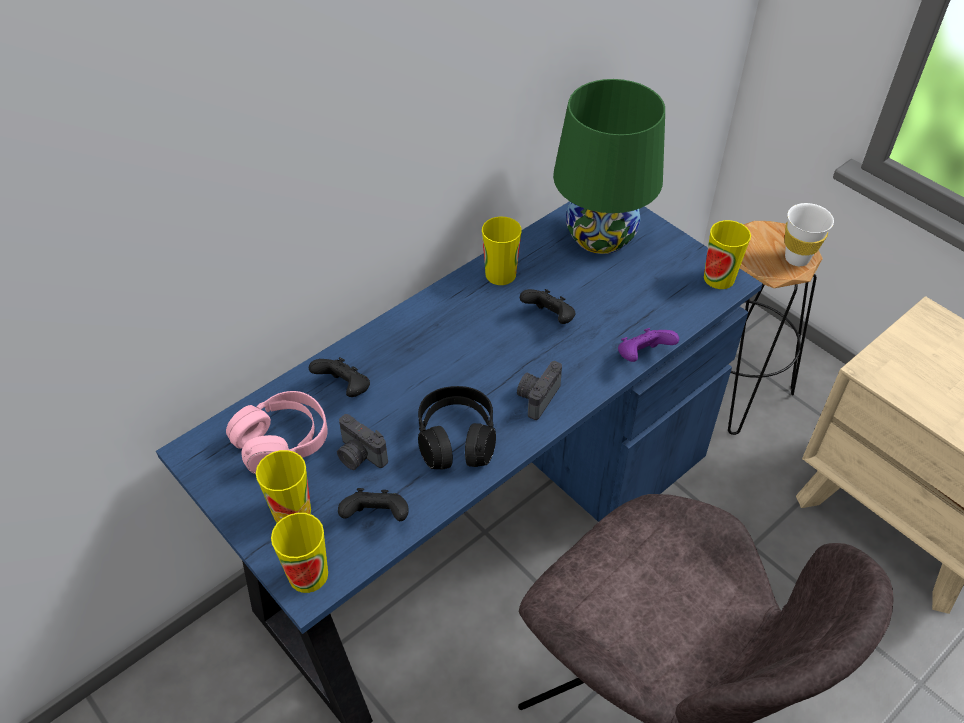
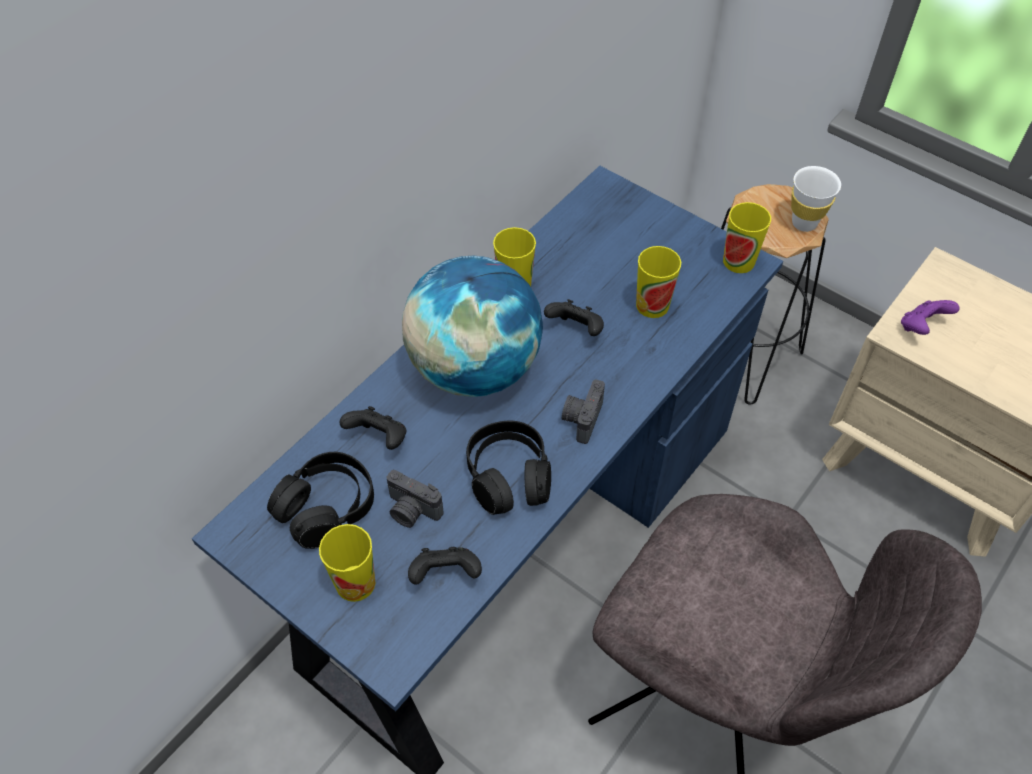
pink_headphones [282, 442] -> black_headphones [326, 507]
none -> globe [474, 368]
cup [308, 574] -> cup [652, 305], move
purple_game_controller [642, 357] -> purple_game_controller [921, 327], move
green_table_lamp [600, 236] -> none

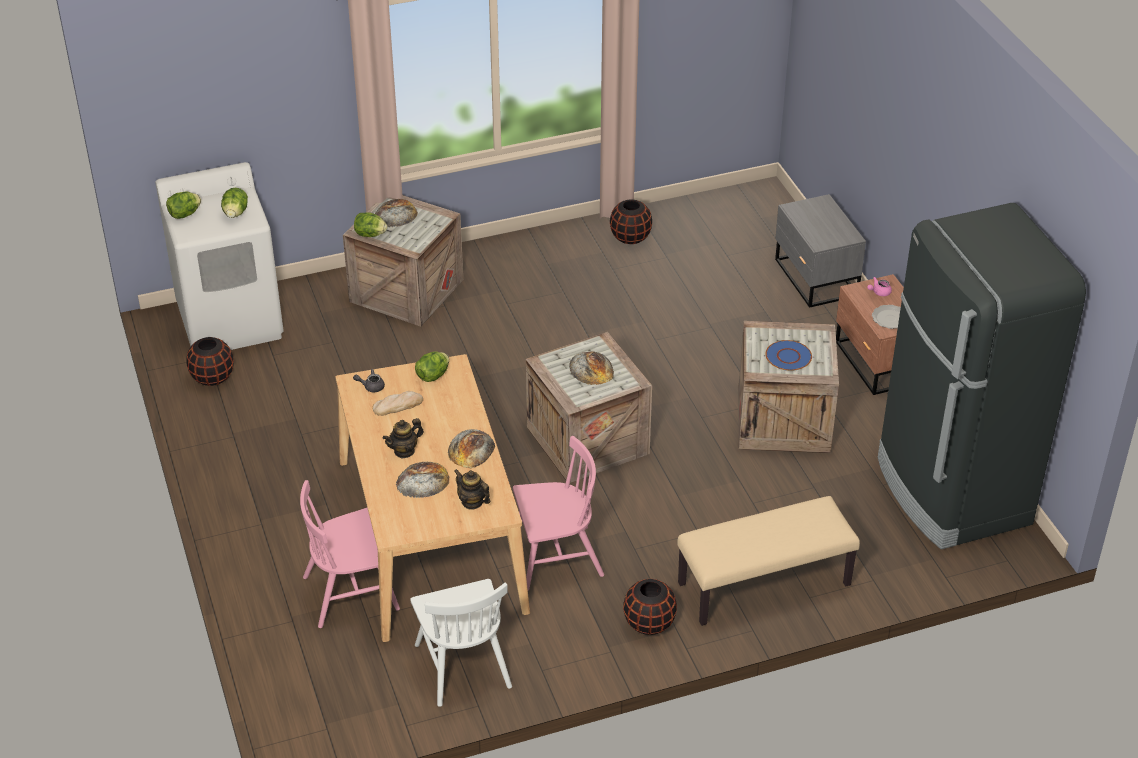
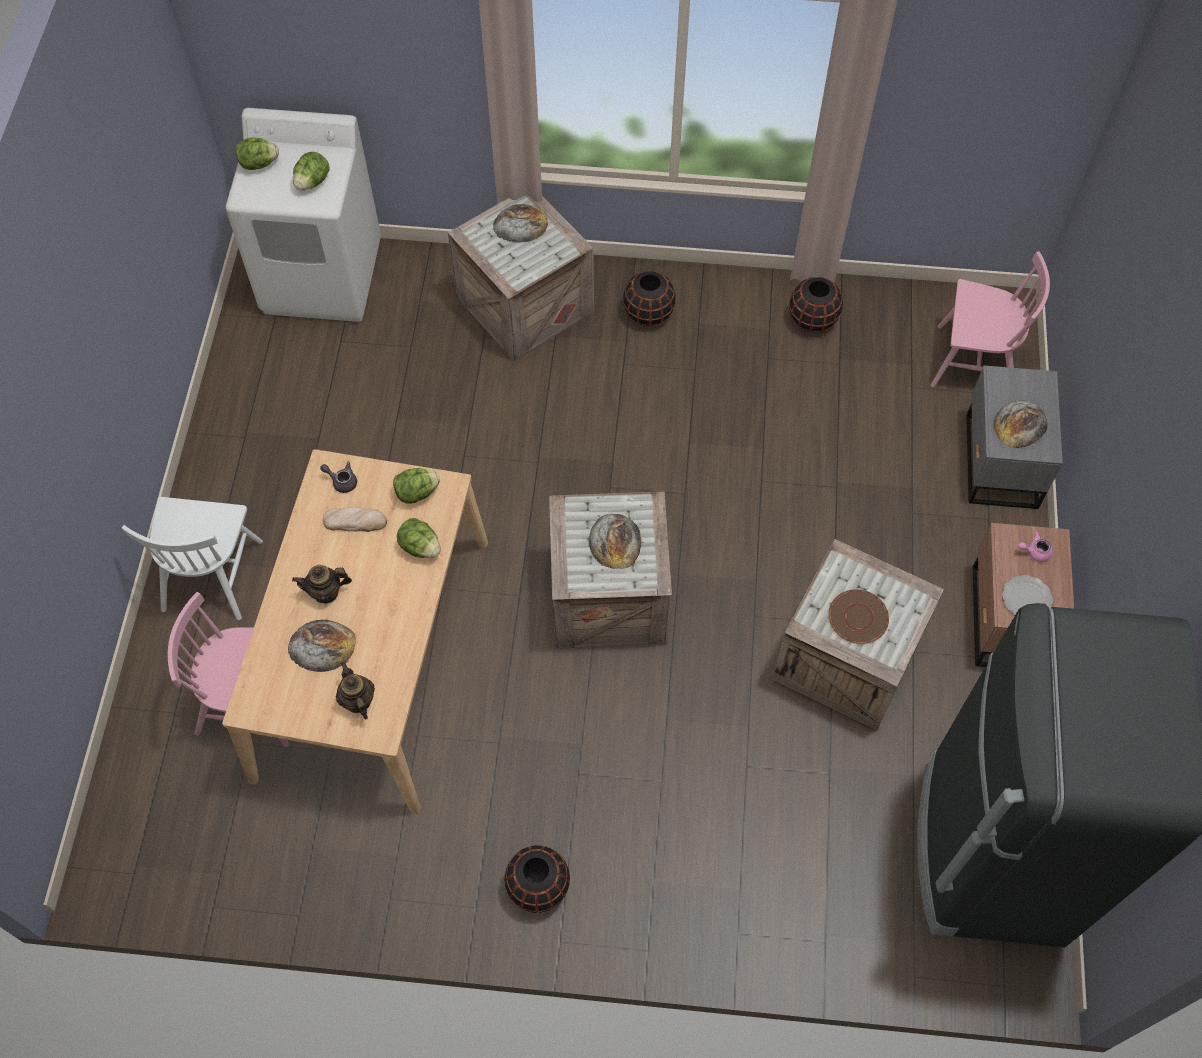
white_chair [463, 665] -> white_chair [212, 574], move
lettuce [370, 234] -> lettuce [420, 547], move
black_vase [212, 377] -> black_vase [648, 313], move
blue_plate [788, 356] -> brown_plate [858, 617]
pink_chair [555, 558] -> pink_chair [974, 362], move
bread [471, 449] -> bread [1020, 424], move
beige_bench [764, 585] -> none

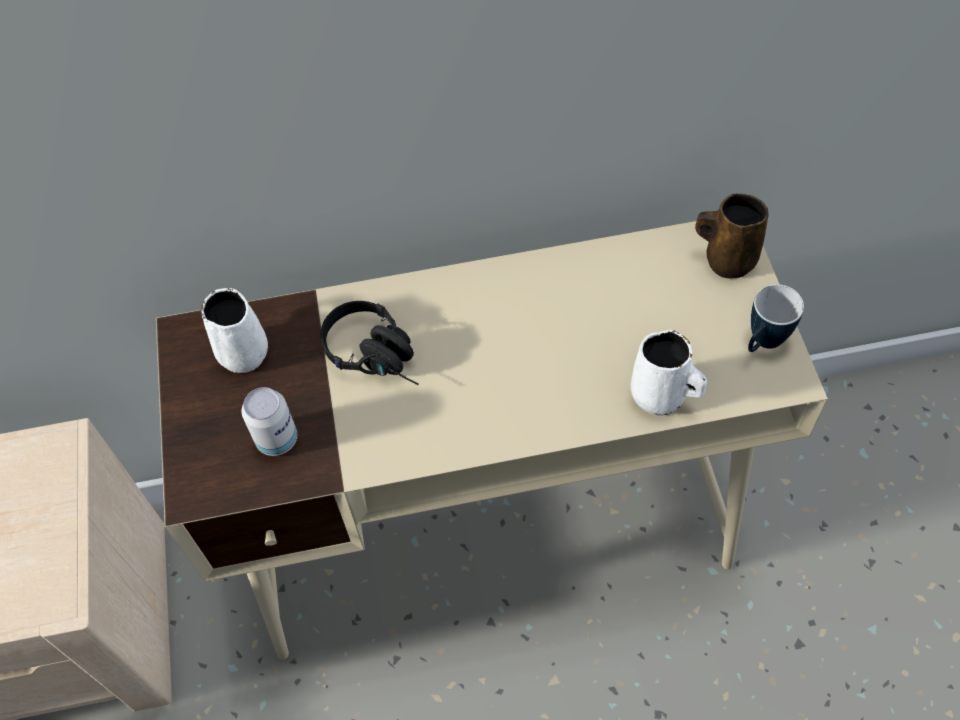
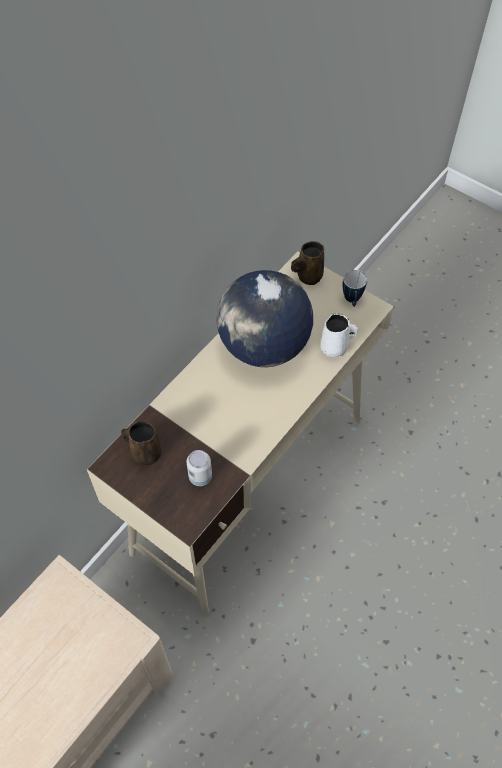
white_mug [243, 351] -> brown_mug [145, 453]
none -> globe [263, 346]
black_headphones [379, 356] -> none

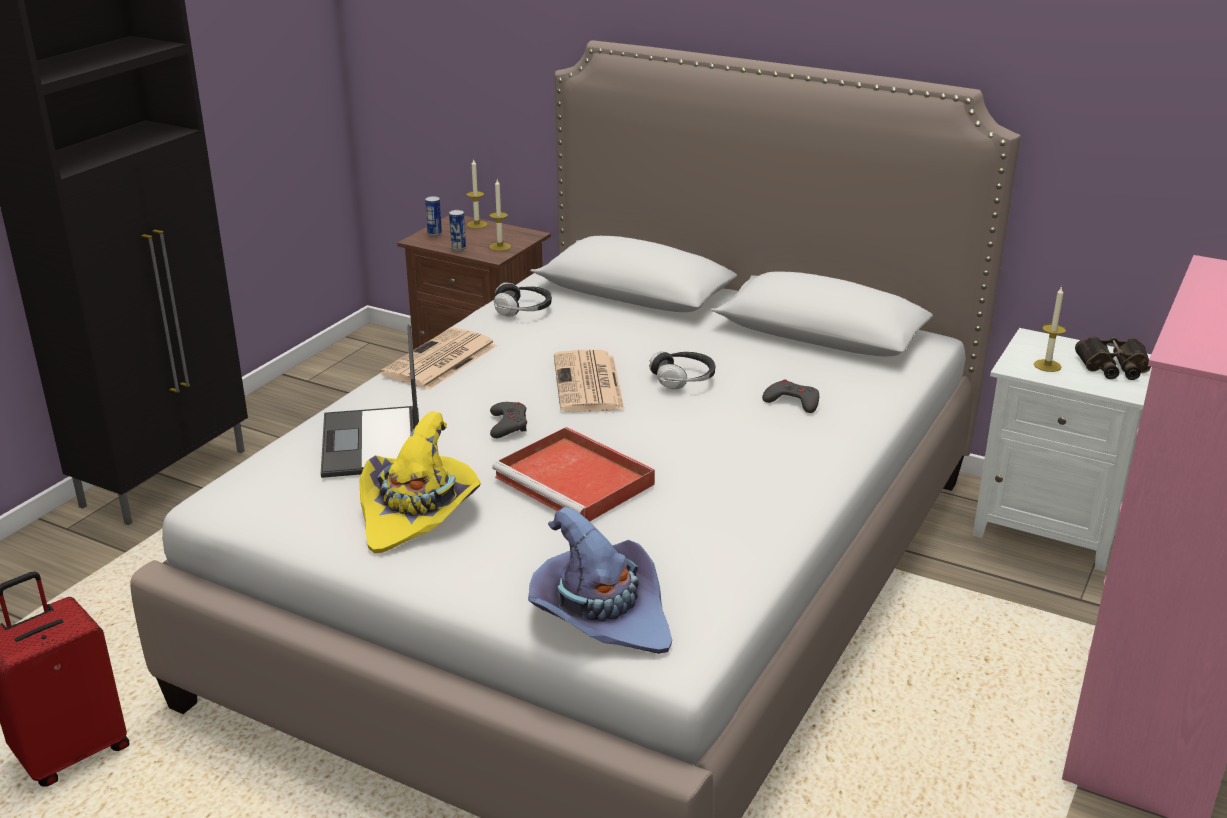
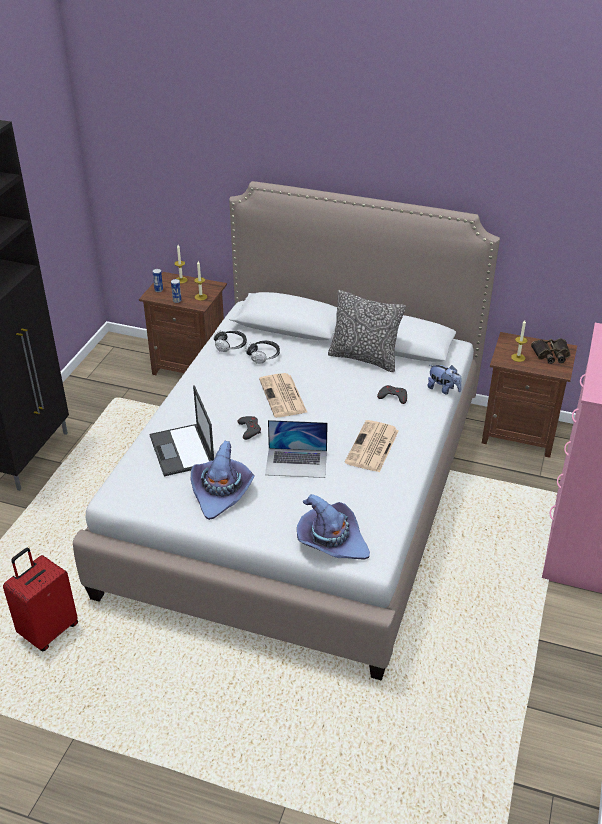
yellow_hat [418, 512] -> purple_hat [222, 492]
headphones [683, 379] -> headphones [263, 356], move
red_tray [577, 481] -> laptop [296, 462]
none -> pillow [364, 358]
newspaper [439, 361] -> newspaper [372, 447], move
none -> plush_toy [443, 389]
white_nightstand [1049, 527] -> brown_nightstand [519, 433]

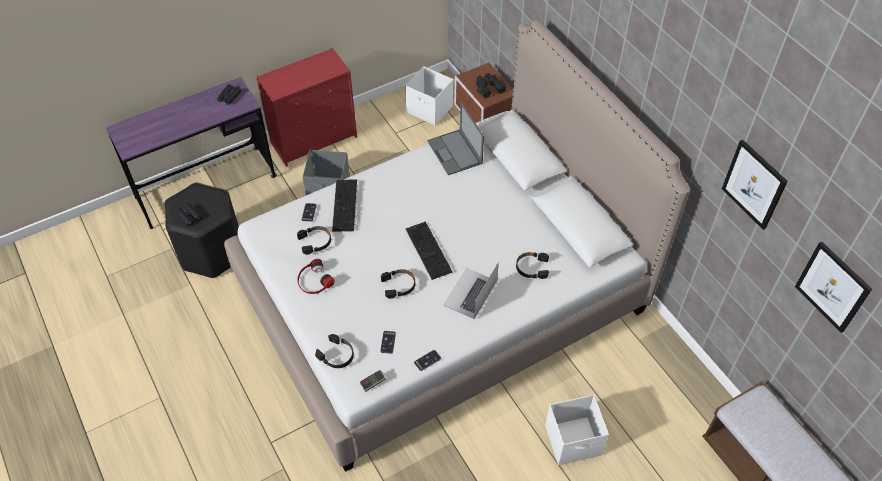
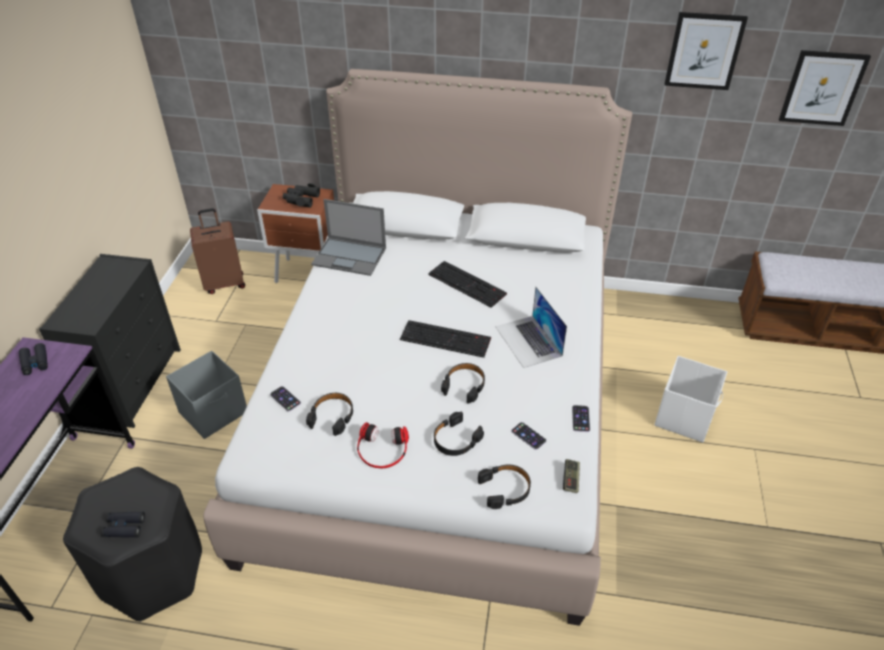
red_dresser [315, 139] -> black_dresser [135, 382]
white_storage_box [430, 110] -> brown_suitcase [224, 283]
keyboard [346, 206] -> keyboard [468, 284], move
black_headphones [532, 268] -> black_headphones [456, 440], move

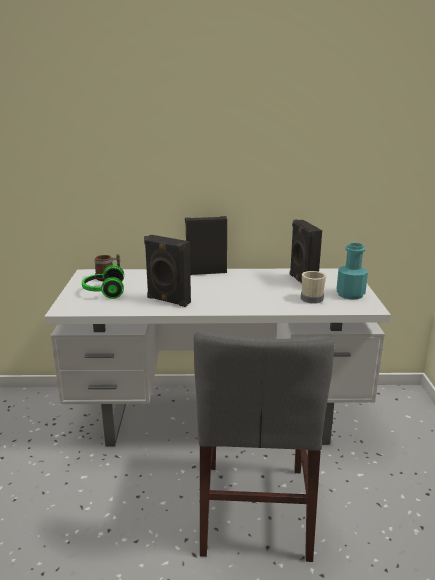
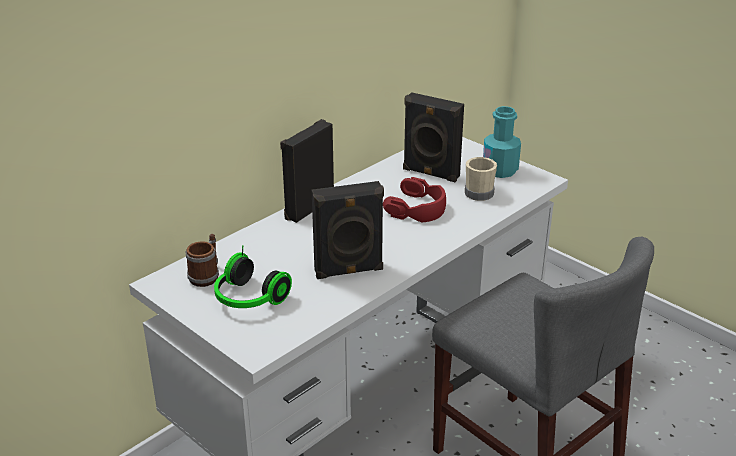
none -> red_headphones [417, 208]

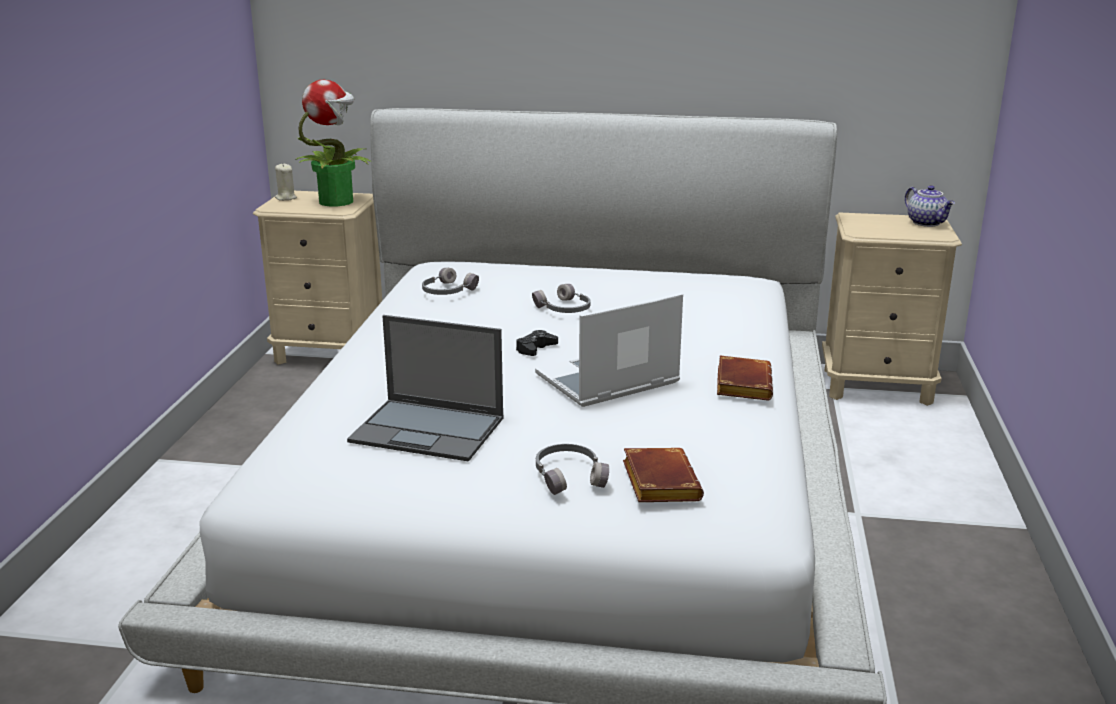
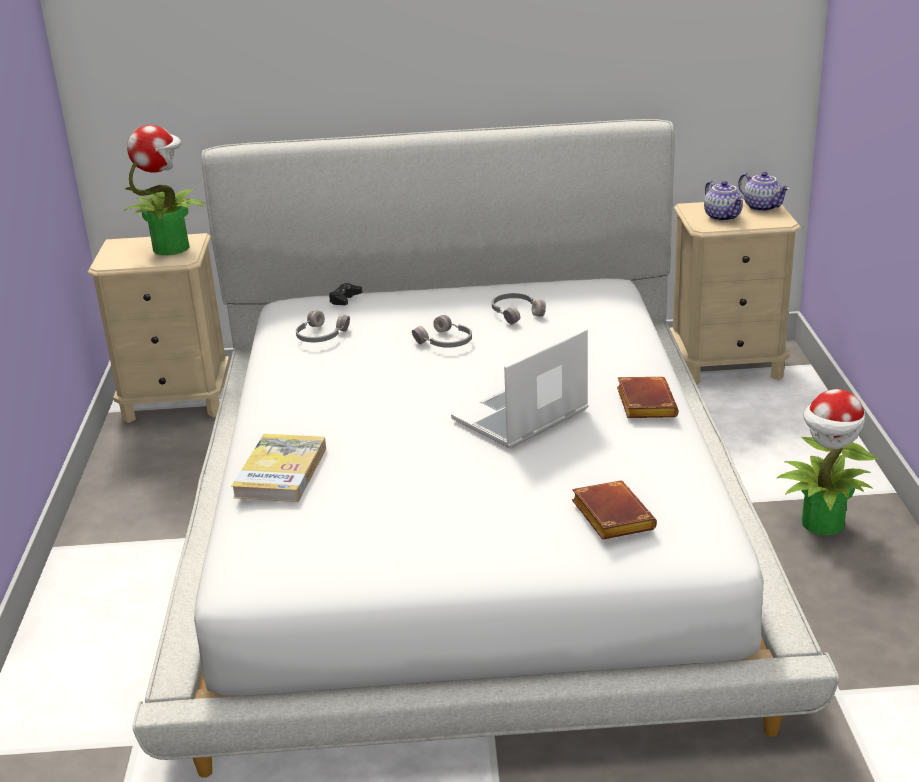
none -> book [281, 472]
black_game_controller [535, 349] -> black_game_controller [345, 299], move
grey_headphones [569, 476] -> grey_headphones [516, 313], move
none -> teapot [723, 217]
none -> potted_plant [822, 524]
beige_candle [286, 198] -> none
laptop [429, 430] -> none

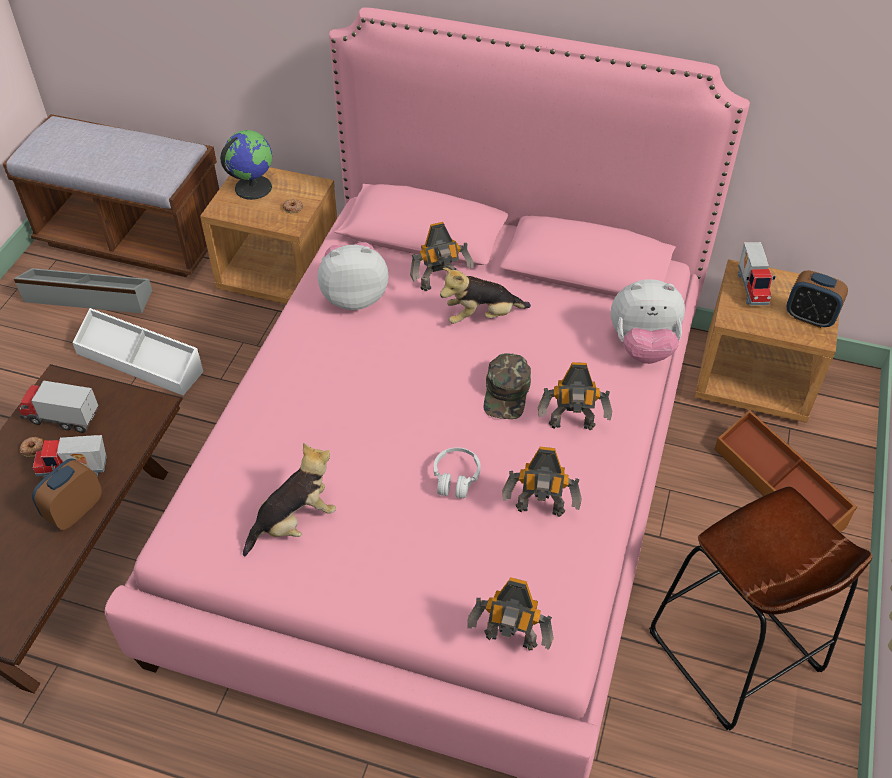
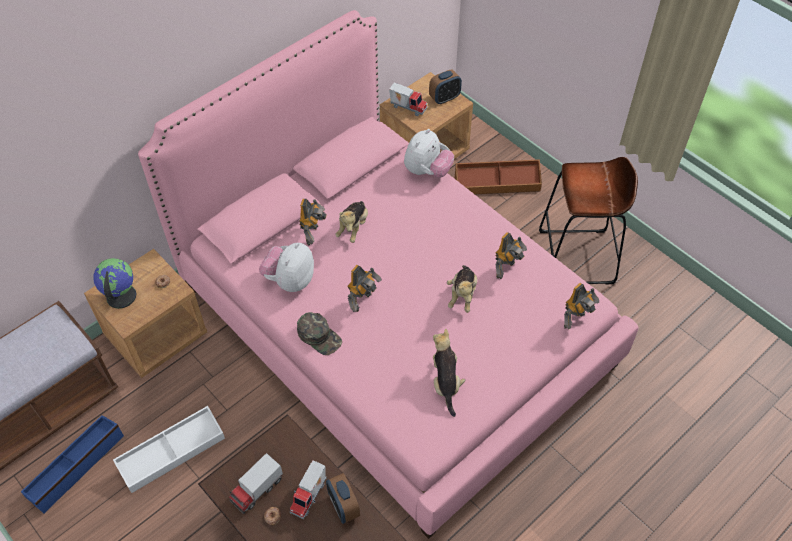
grey_storage_box [87, 297] -> blue_storage_box [76, 466]
green_cap [507, 392] -> green_cap [319, 336], move
toy_robot [572, 427] -> toy_robot [363, 302], move
white_headphones [456, 478] -> plush_toy [462, 295]

